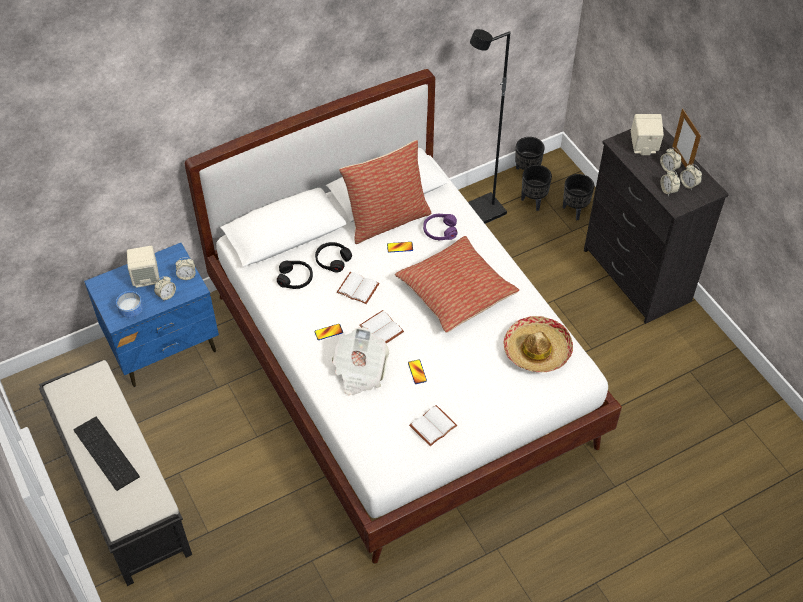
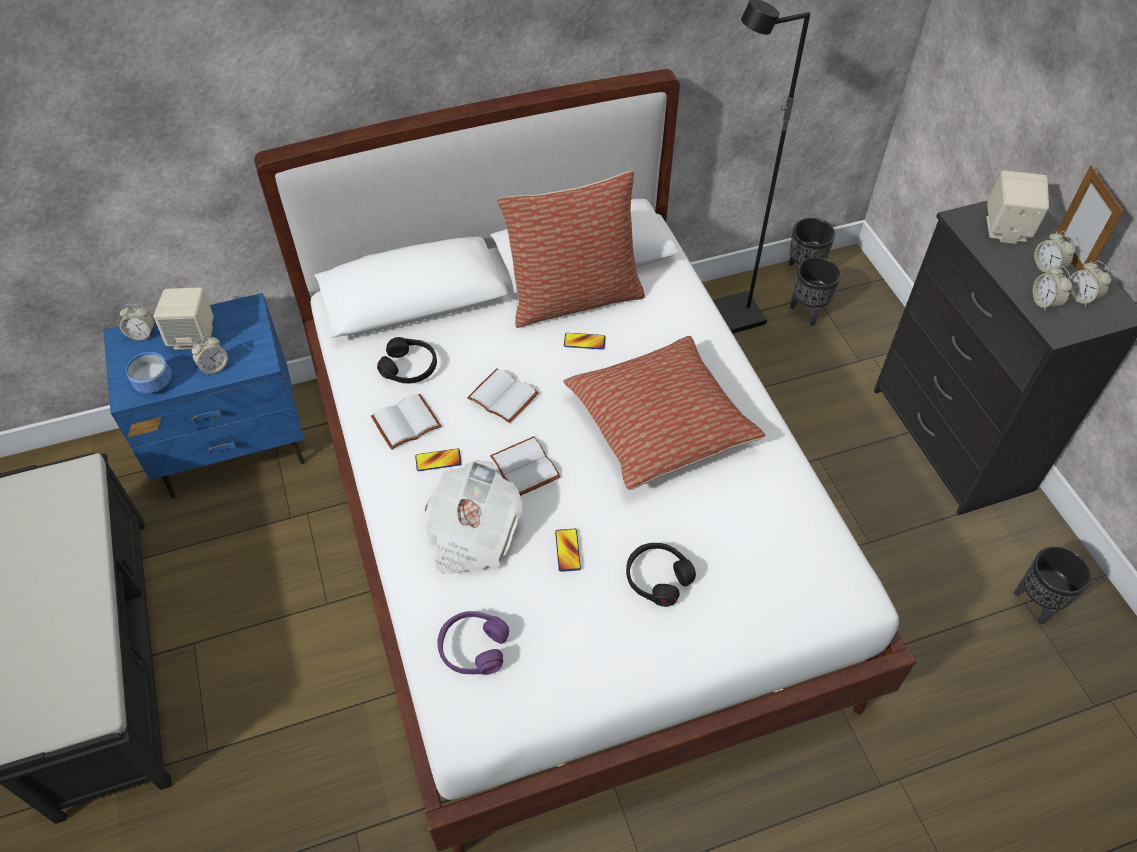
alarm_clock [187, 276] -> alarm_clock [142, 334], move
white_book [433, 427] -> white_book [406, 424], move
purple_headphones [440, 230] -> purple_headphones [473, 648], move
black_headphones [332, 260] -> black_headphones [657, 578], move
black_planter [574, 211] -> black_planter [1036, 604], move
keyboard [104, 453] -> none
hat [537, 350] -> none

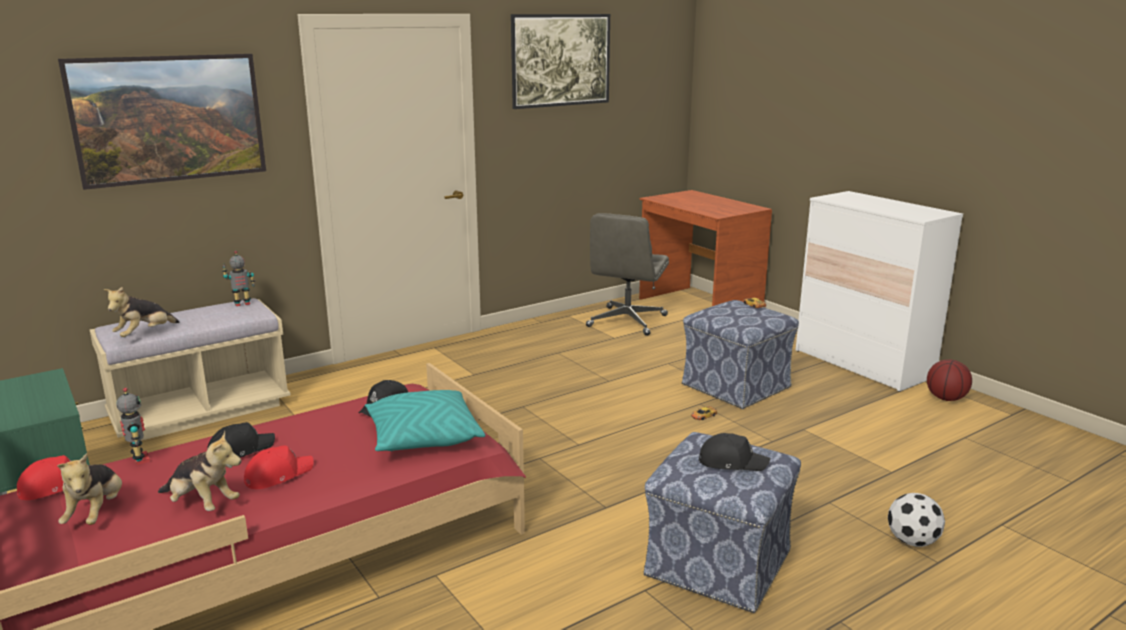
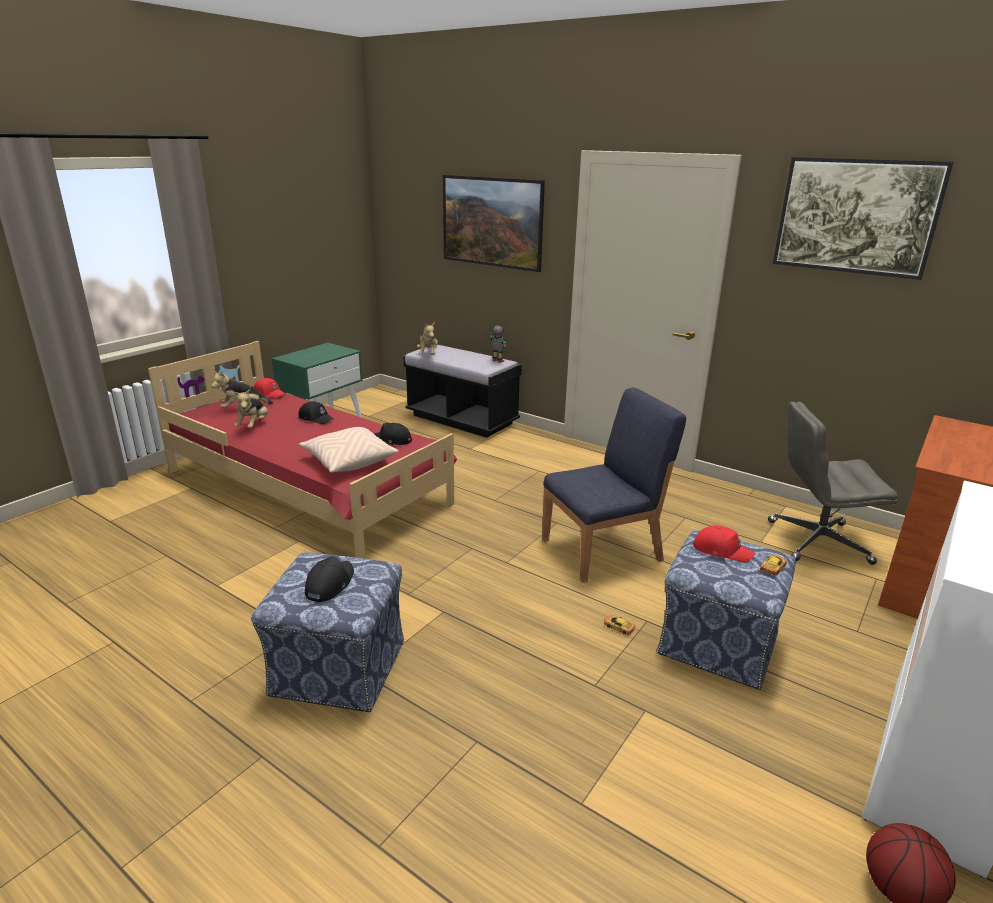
turquoise_pillow [423, 438] -> beige_pillow [348, 461]
black_cap [731, 462] -> black_cap [329, 584], 150 degrees counterclockwise
beige_bench [200, 411] -> black_bench [462, 419]
plush_toy [144, 334] -> plush_toy [428, 354], 105 degrees counterclockwise
none -> blue_chair [603, 550]
red_cap [278, 475] -> red_cap [721, 550], move
toy_robot [139, 459] -> none
football [913, 541] -> none

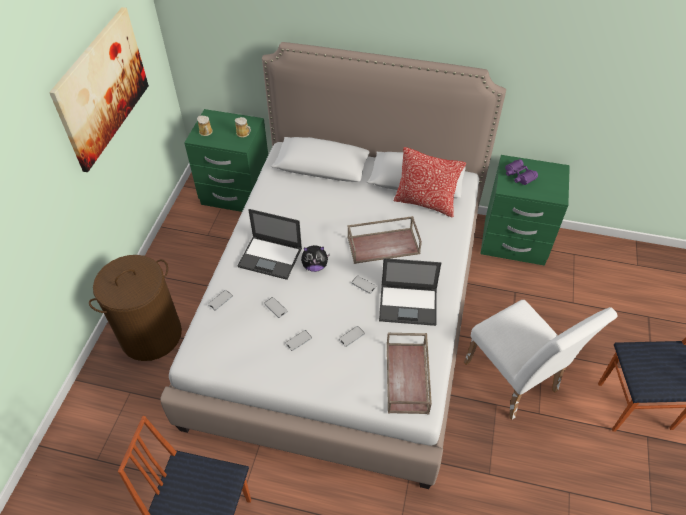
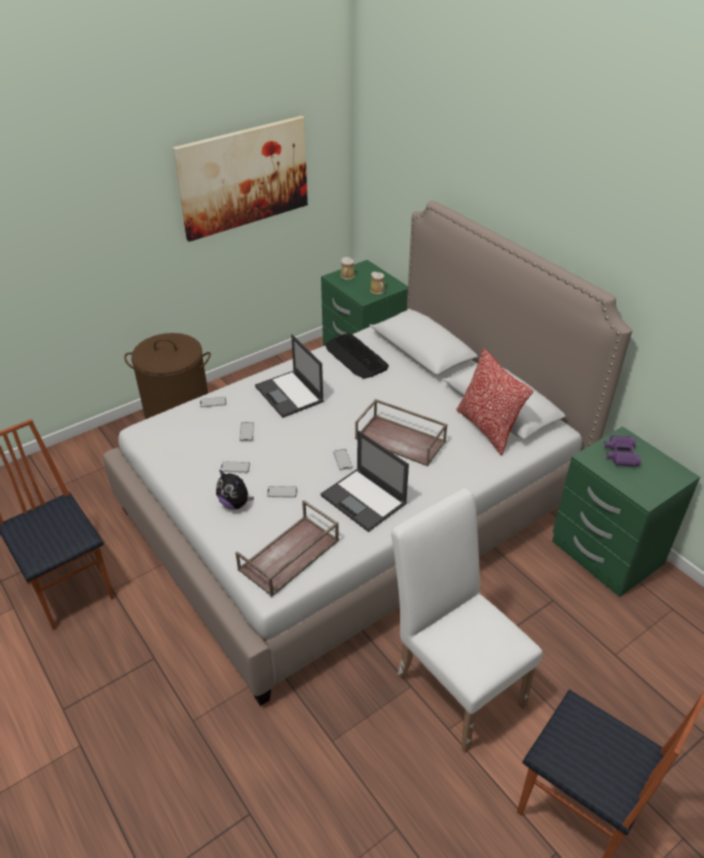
plush_toy [315, 266] -> plush_toy [235, 503], move
none -> keyboard [356, 357]
white_chair [514, 382] -> white_chair [454, 681], 135 degrees clockwise

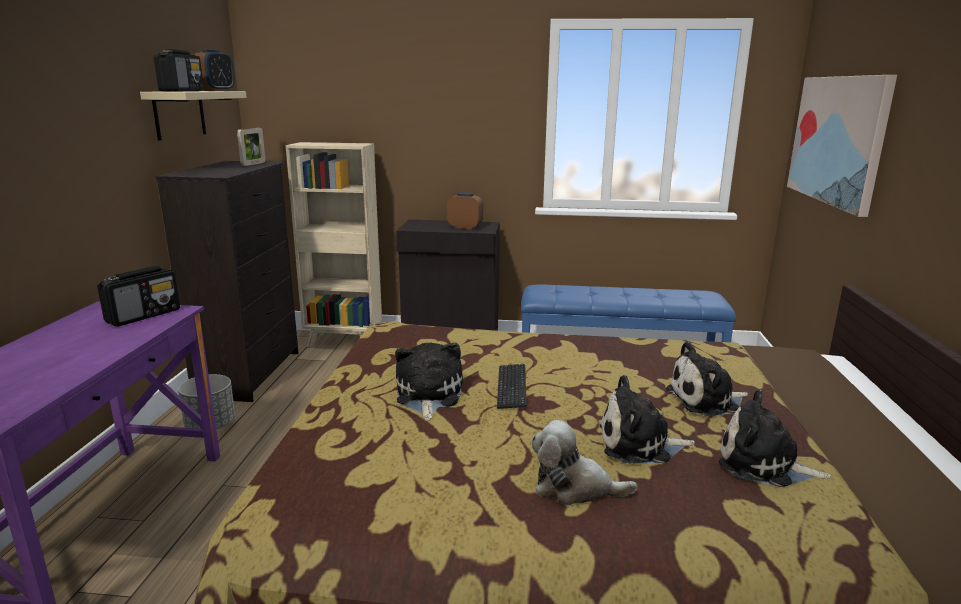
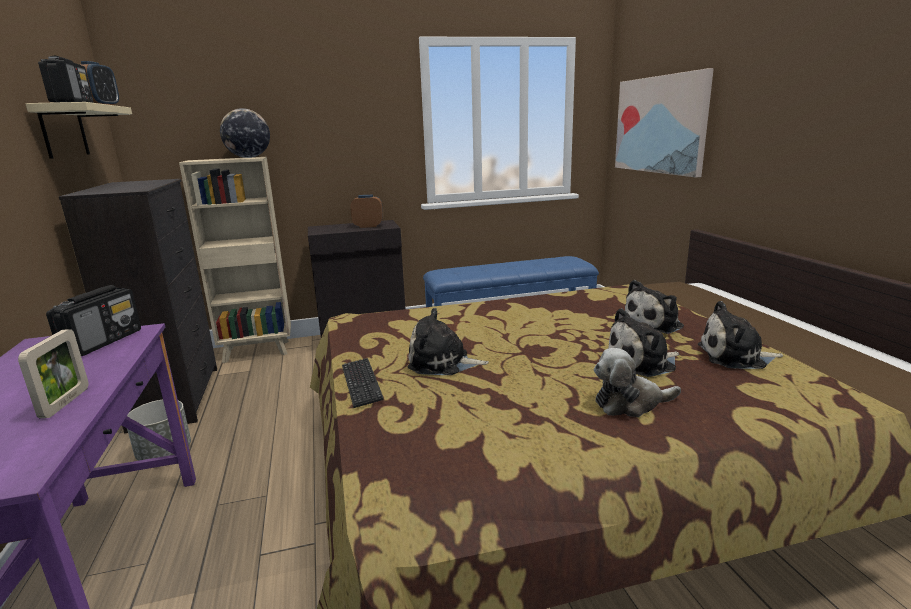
picture_frame [253, 164] -> picture_frame [65, 403], move
none -> globe [249, 157]
keyboard [511, 387] -> keyboard [361, 383], move
plush_toy [427, 396] -> plush_toy [442, 363], 60 degrees counterclockwise

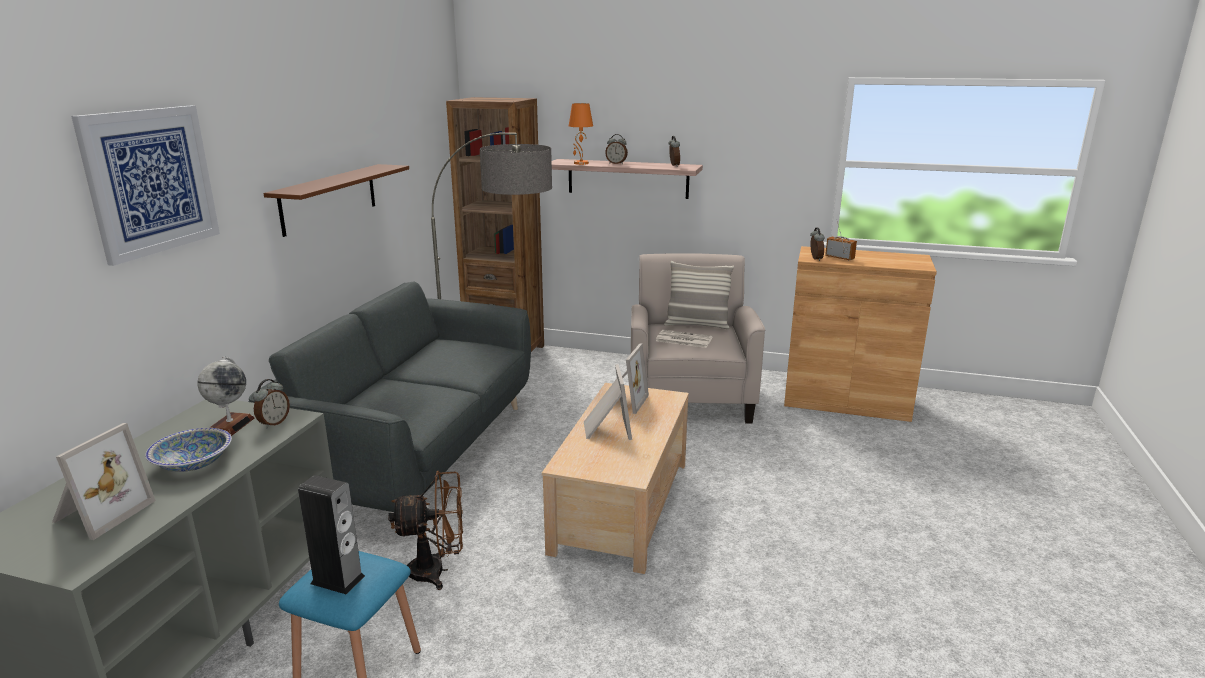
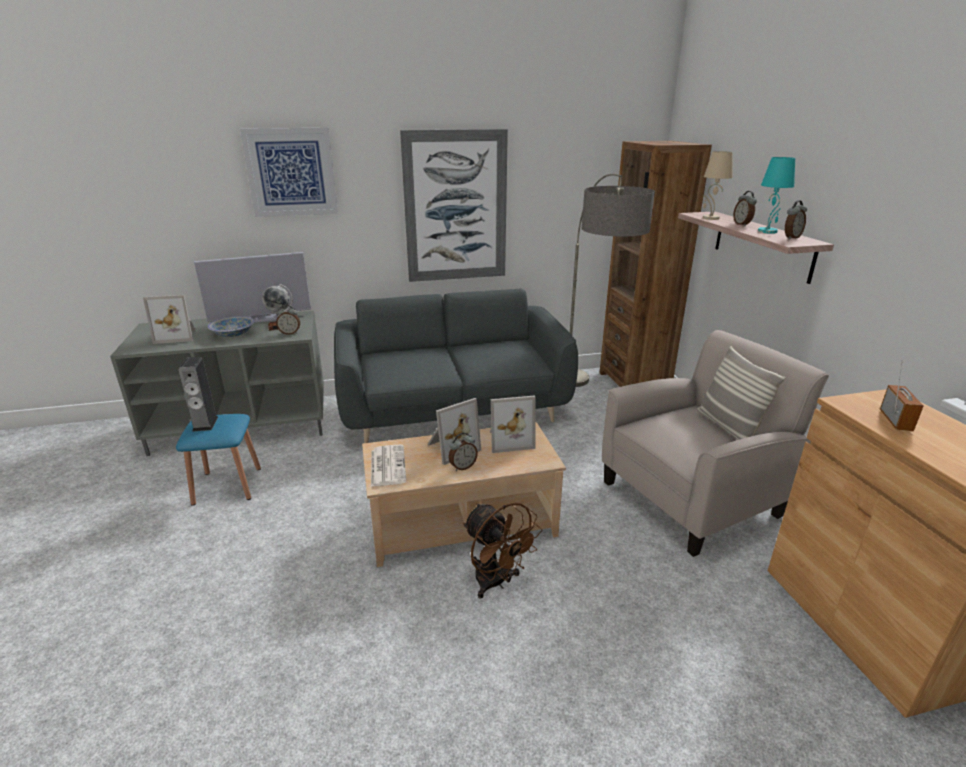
none -> television [261, 319]
newspaper [683, 339] -> newspaper [387, 465], move
brown_shelf [329, 198] -> picture [456, 207]
alarm_clock [815, 259] -> alarm_clock [462, 467], move
brown_fan [436, 571] -> brown_fan [496, 583], move
orange_table_lamp [581, 163] -> beige_table_lamp [710, 218]
none -> turquoise_table_lamp [768, 231]

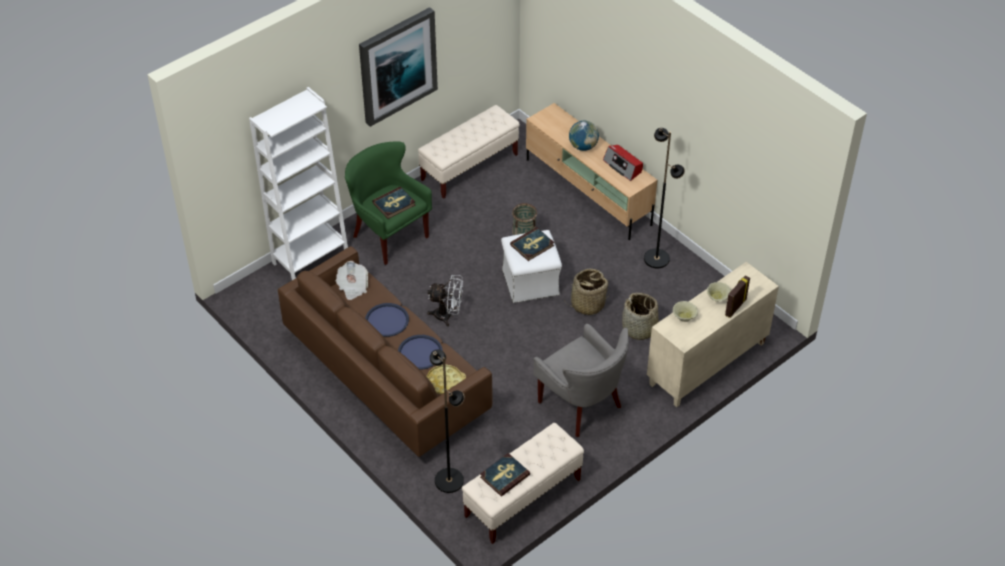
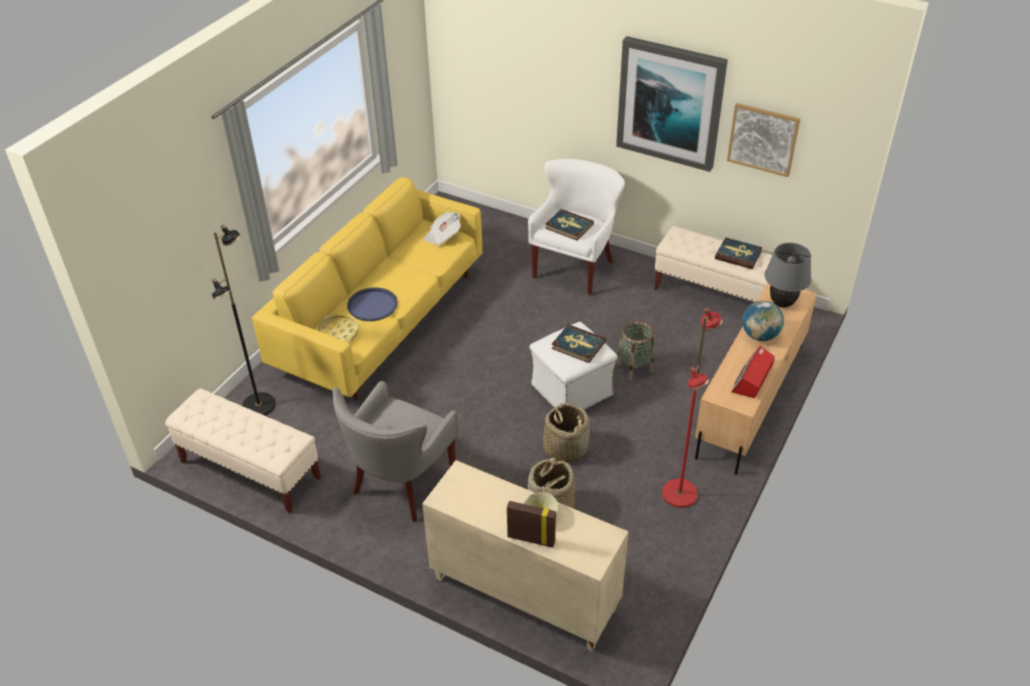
brown_sofa [387, 376] -> yellow_sofa [383, 322]
green_armchair [389, 236] -> white_armchair [575, 268]
black_floor_lamp [656, 258] -> red_floor_lamp [680, 494]
book [504, 476] -> book [738, 255], move
none -> picture [763, 139]
none -> grey_table_lamp [782, 303]
white_bookcase [310, 258] -> none
blue_tray [387, 320] -> none
white_fan [447, 315] -> none
beige_bowl [684, 317] -> none

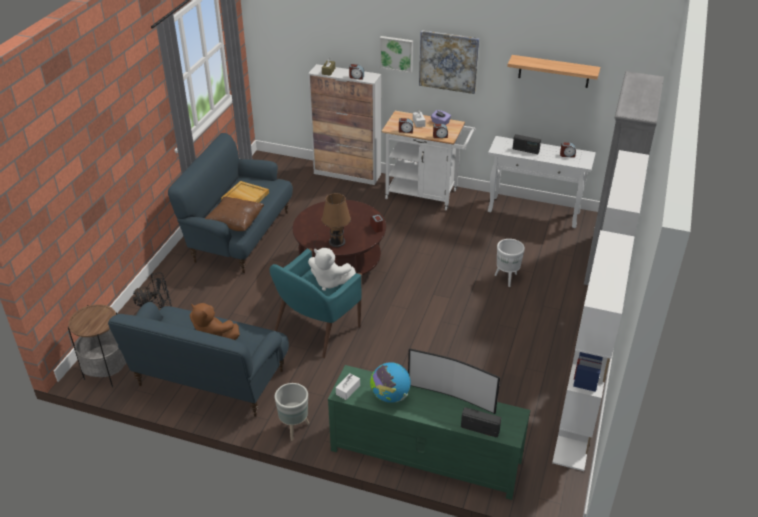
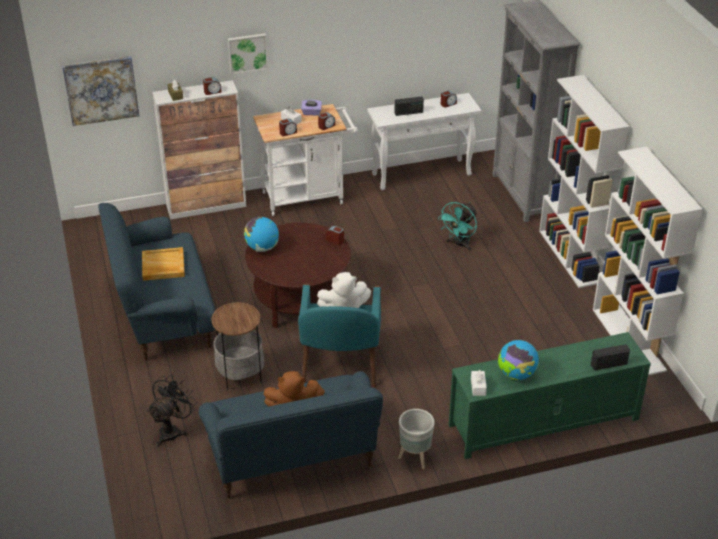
picture [448, 61] -> picture [101, 90], move
side_table [107, 372] -> side_table [240, 375], move
none -> globe [262, 248]
white_planter [507, 278] -> turquoise_fan [459, 244]
brown_pillow [235, 224] -> none
brown_table_lamp [334, 242] -> none
television [452, 396] -> none
shelf [554, 71] -> none

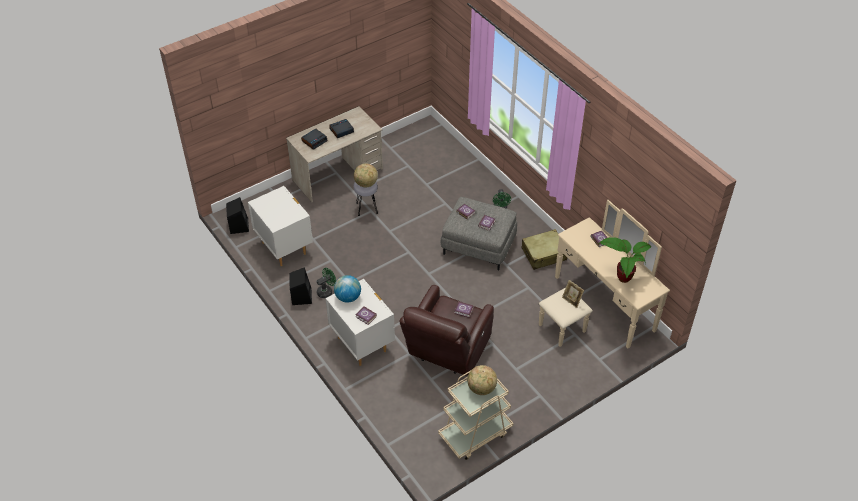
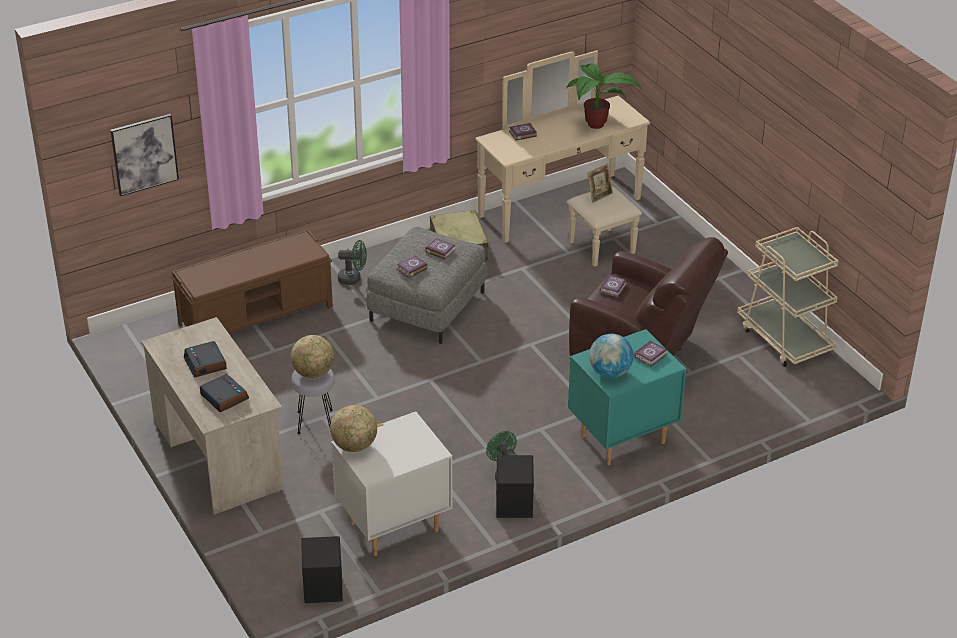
none -> picture [144, 154]
none -> brown_bench [257, 315]
globe [481, 388] -> globe [354, 446], move
white_nightstand [362, 344] -> turquoise_nightstand [622, 439]

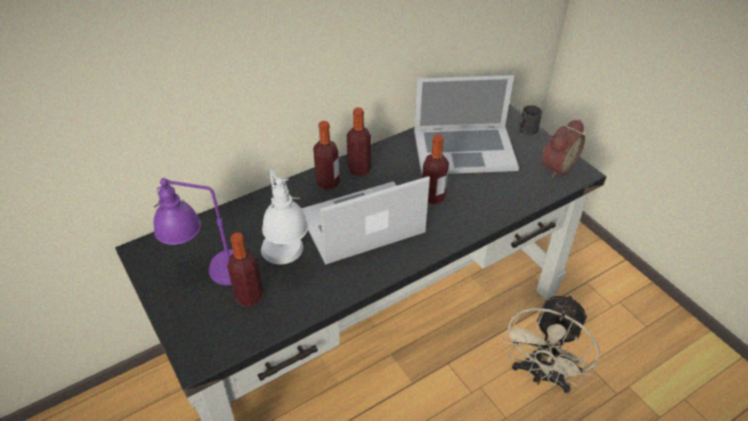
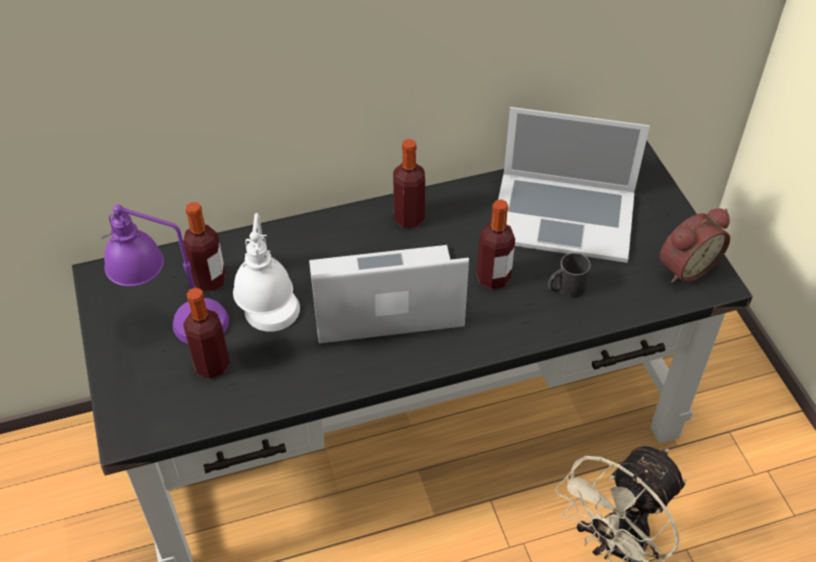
bottle [327, 183] -> bottle [209, 281], move
black_mug [525, 130] -> black_mug [565, 288], move

